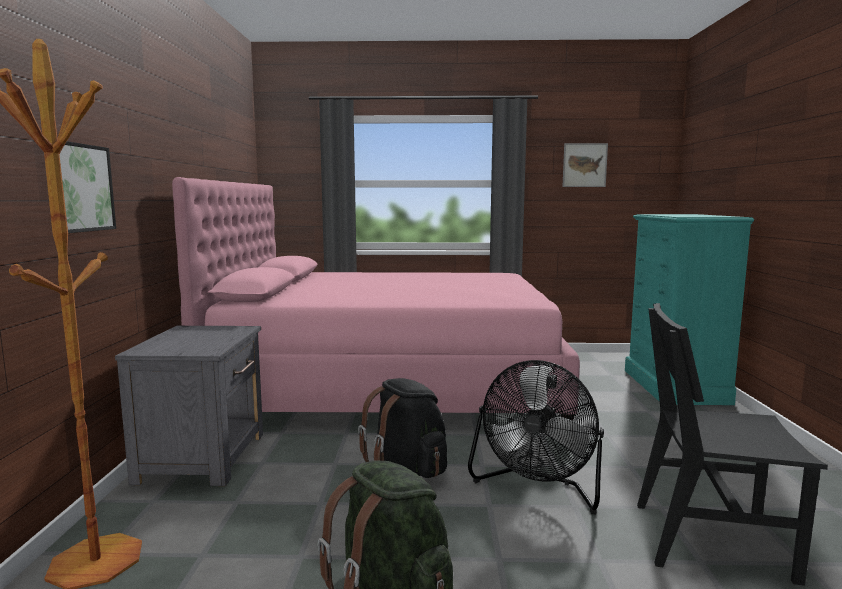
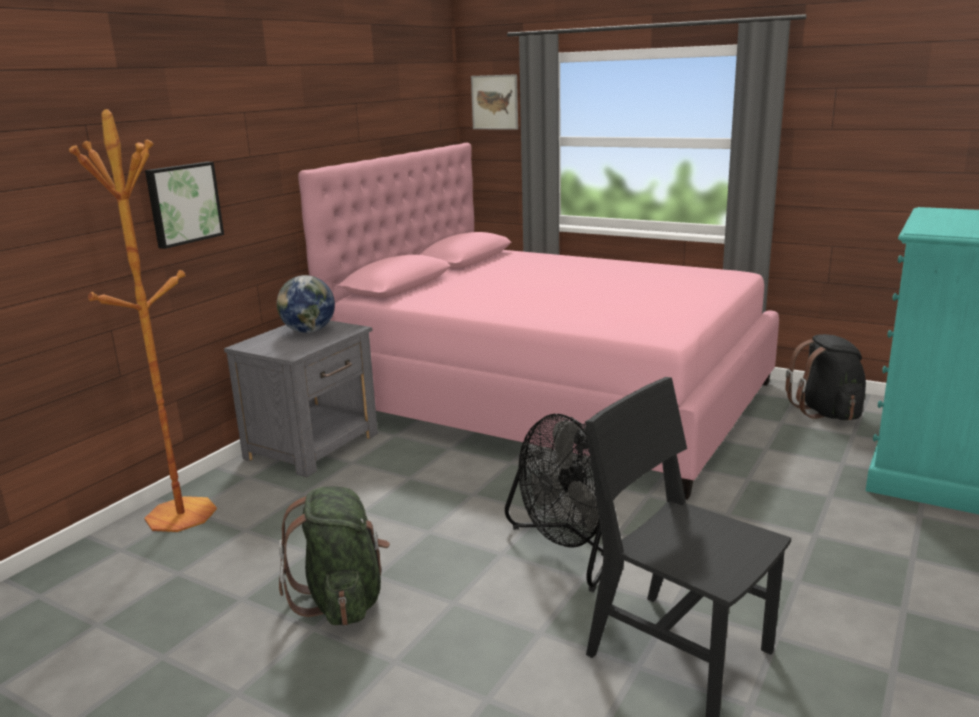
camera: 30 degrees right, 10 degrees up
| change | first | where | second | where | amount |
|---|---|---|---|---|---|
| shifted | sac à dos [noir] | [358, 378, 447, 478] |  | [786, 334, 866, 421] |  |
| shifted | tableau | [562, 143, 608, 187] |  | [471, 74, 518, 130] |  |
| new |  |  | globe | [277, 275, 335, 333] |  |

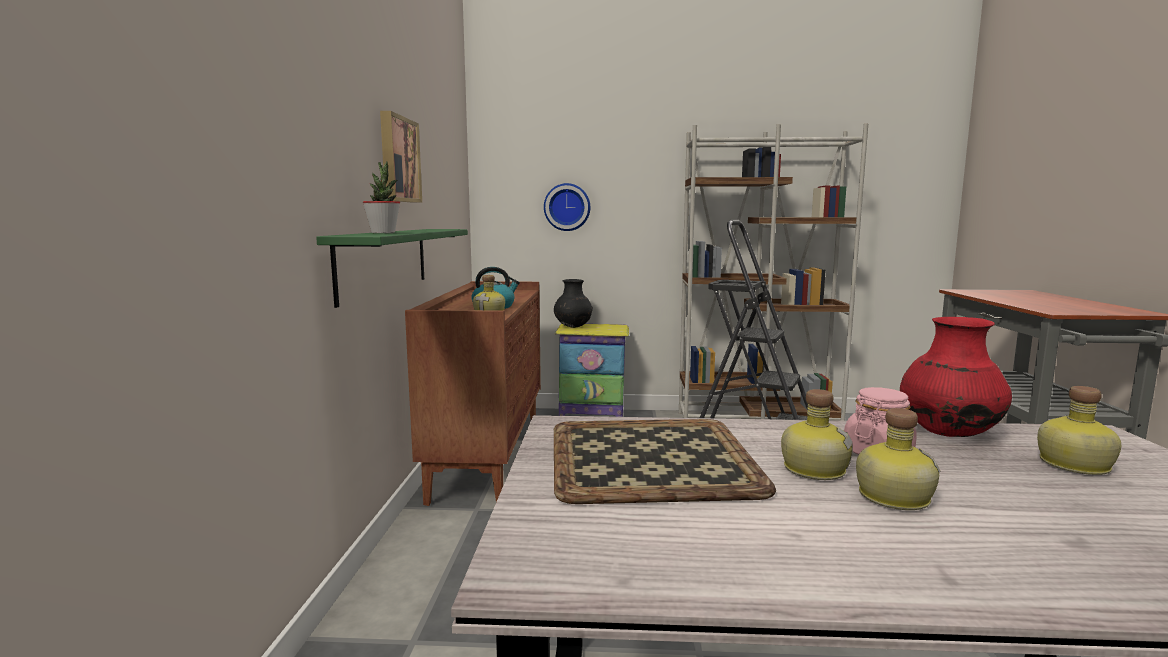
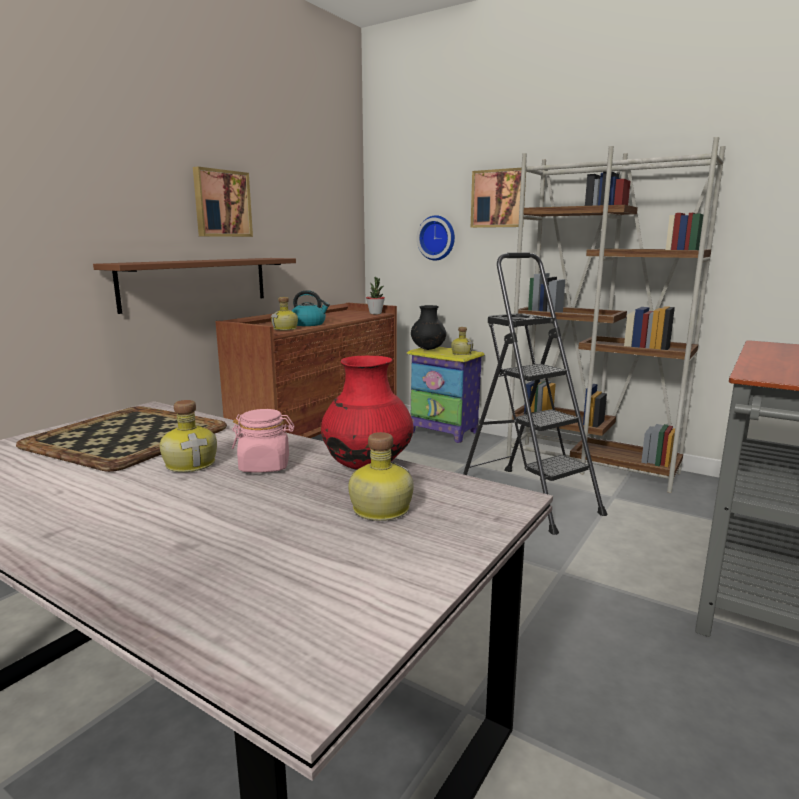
camera: 30 degrees right, 5 degrees up
| change | first | where | second | where | amount |
|---|---|---|---|---|---|
| repainted | étagère [vert] | [316, 229, 468, 308] | étagère [marron] | [93, 258, 296, 314] |  |
| shifted | plante en pot | [363, 161, 400, 233] |  | [366, 277, 385, 314] |  |
| shifted | bouteille | [856, 408, 941, 510] |  | [451, 327, 473, 355] |  |
| new |  |  | tableau | [471, 168, 526, 228] |  |

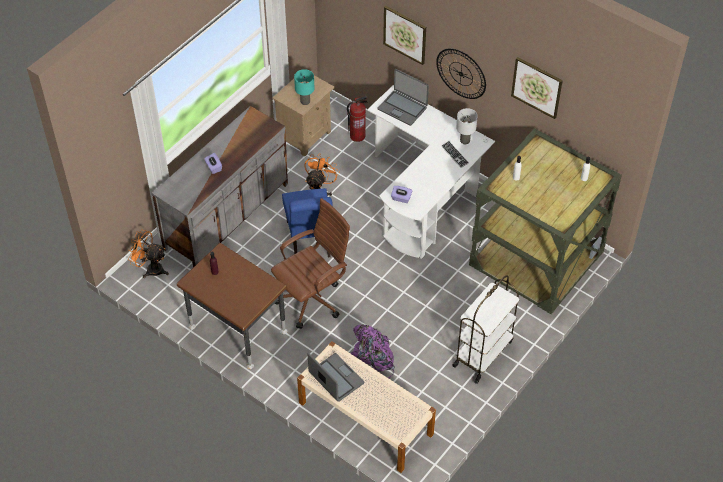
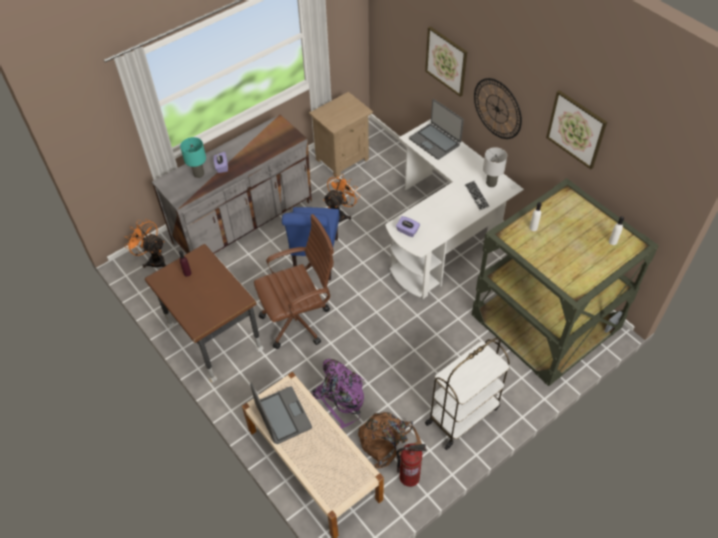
camera: 15 degrees right, 0 degrees up
| change | first | where | second | where | amount |
|---|---|---|---|---|---|
| shifted | lampe de table [turquoise] | [294, 69, 315, 105] |  | [180, 137, 206, 178] |  |
| shifted | extincteur | [347, 96, 368, 142] |  | [396, 444, 427, 487] |  |
| new |  |  | sac à dos [marron] | [358, 412, 422, 468] |  |

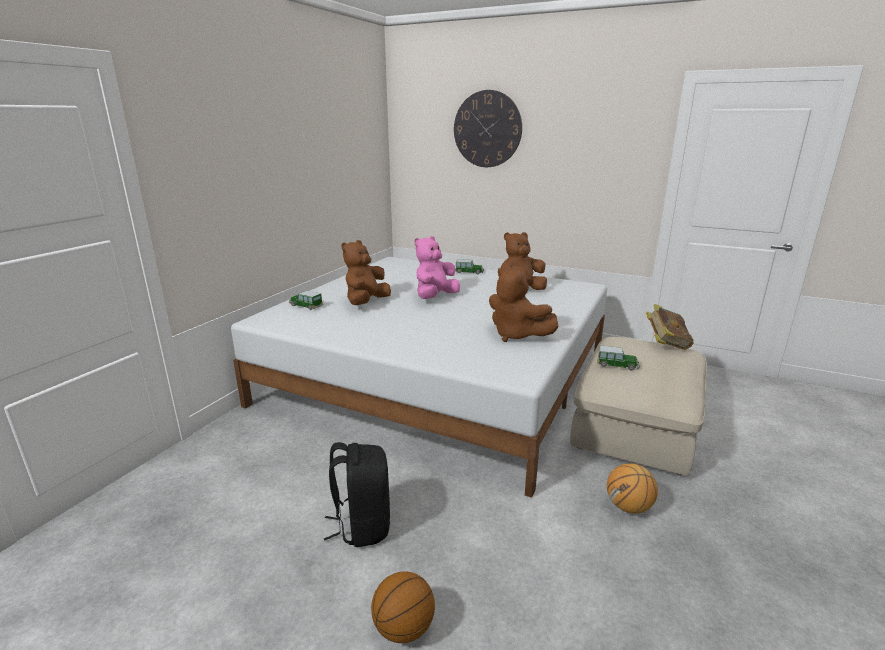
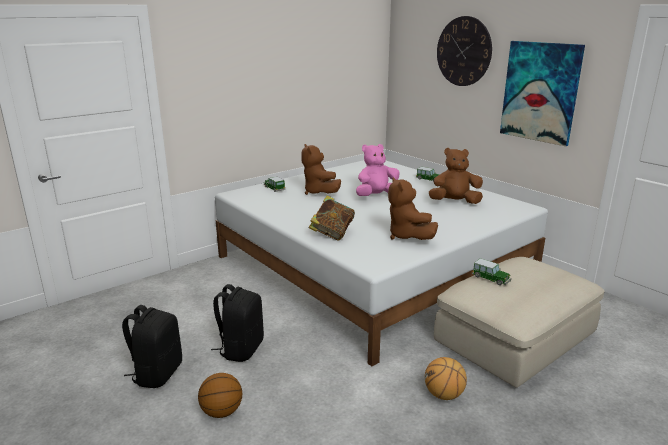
camera: 25 degrees right, 0 degrees up
| change | first | where | second | where | amount |
|---|---|---|---|---|---|
| rotated | peluche [marron] | [342, 240, 391, 305] |  | [301, 144, 341, 195] | 75 degrees counterclockwise |
| shifted | livre | [646, 304, 694, 350] |  | [309, 195, 355, 241] |  |
| new |  |  | sac à dos [noir] | [122, 305, 182, 388] |  |
| new |  |  | tableau | [500, 41, 585, 146] |  |

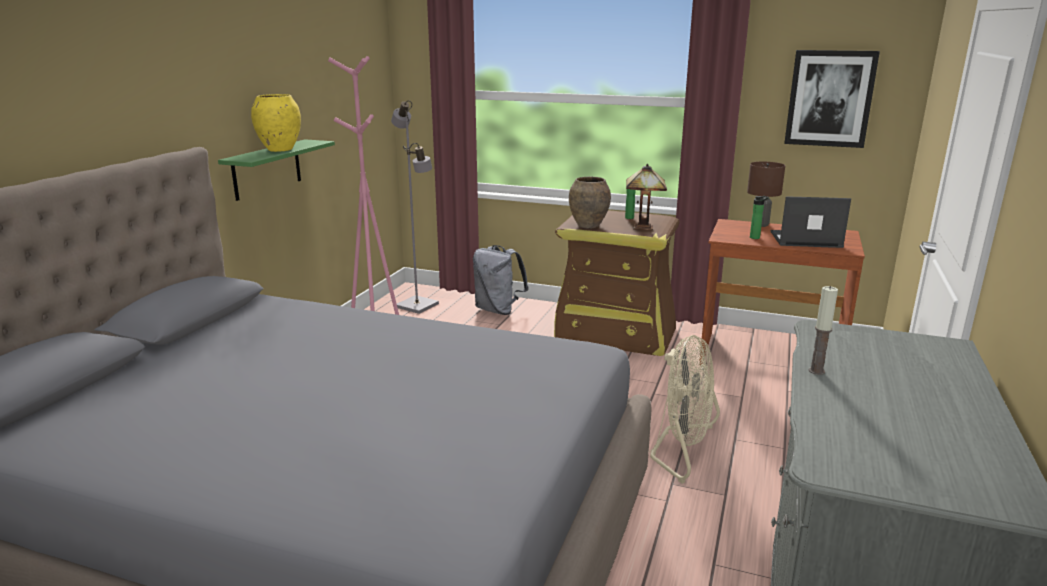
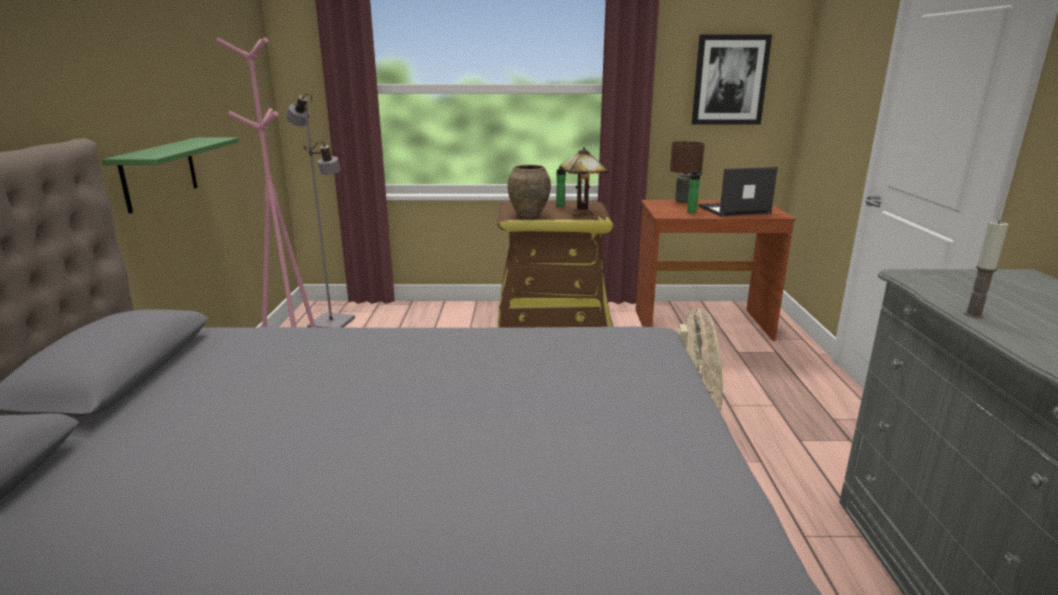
camera: 20 degrees left, 0 degrees up
| change | first | where | second | where | amount |
|---|---|---|---|---|---|
| gone | vase [jaune] | [251, 94, 301, 152] |  |  |  |
| gone | sac à dos [gris] | [473, 245, 529, 315] |  |  |  |

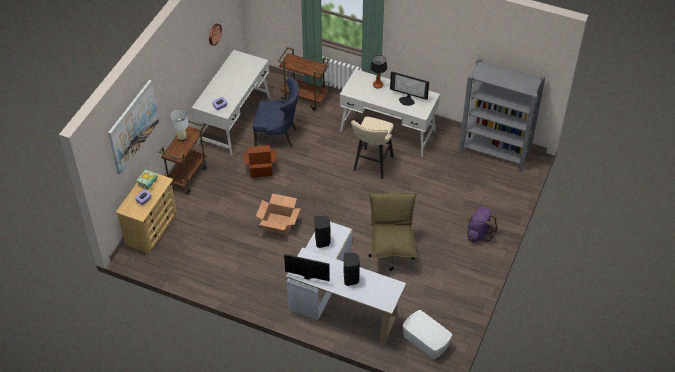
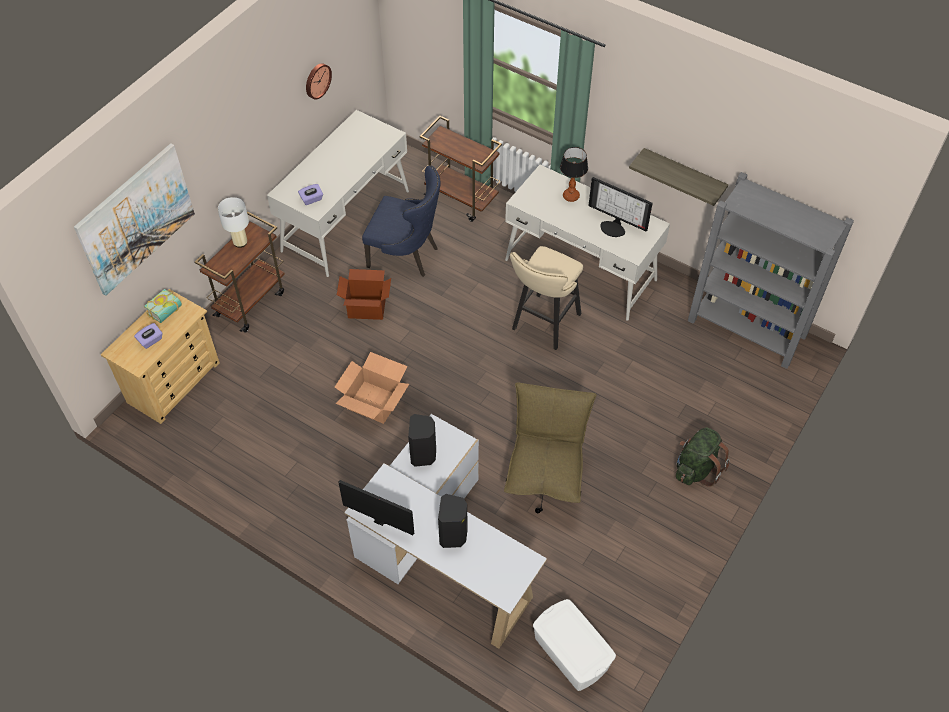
camera: 10 degrees right, 5 degrees up
| change | first | where | second | where | amount |
|---|---|---|---|---|---|
| repainted | sac à dos [violet] | [467, 207, 497, 243] | sac à dos [vert] | [676, 427, 730, 487] |  |
| new |  |  | étagère | [629, 148, 728, 206] |  |

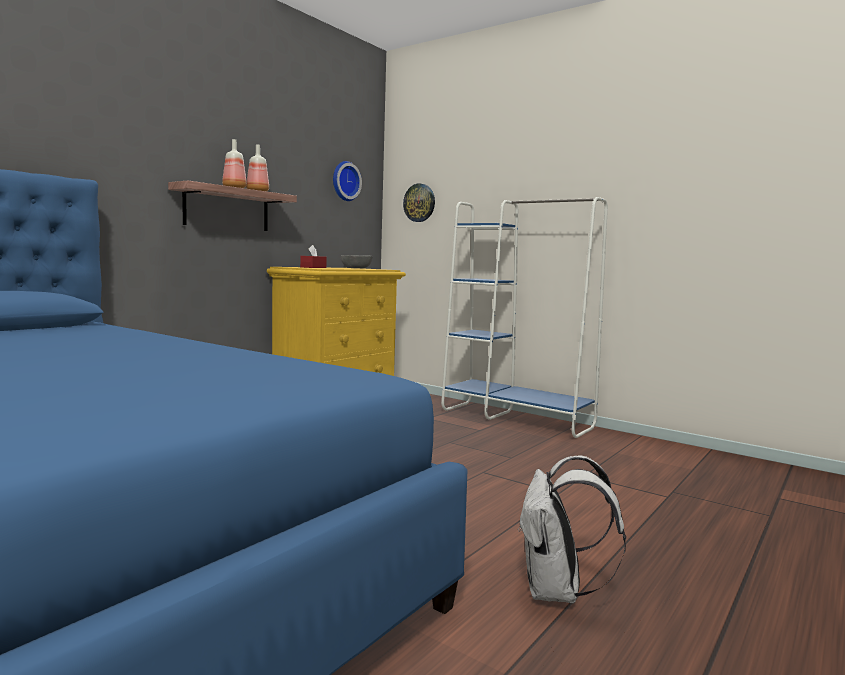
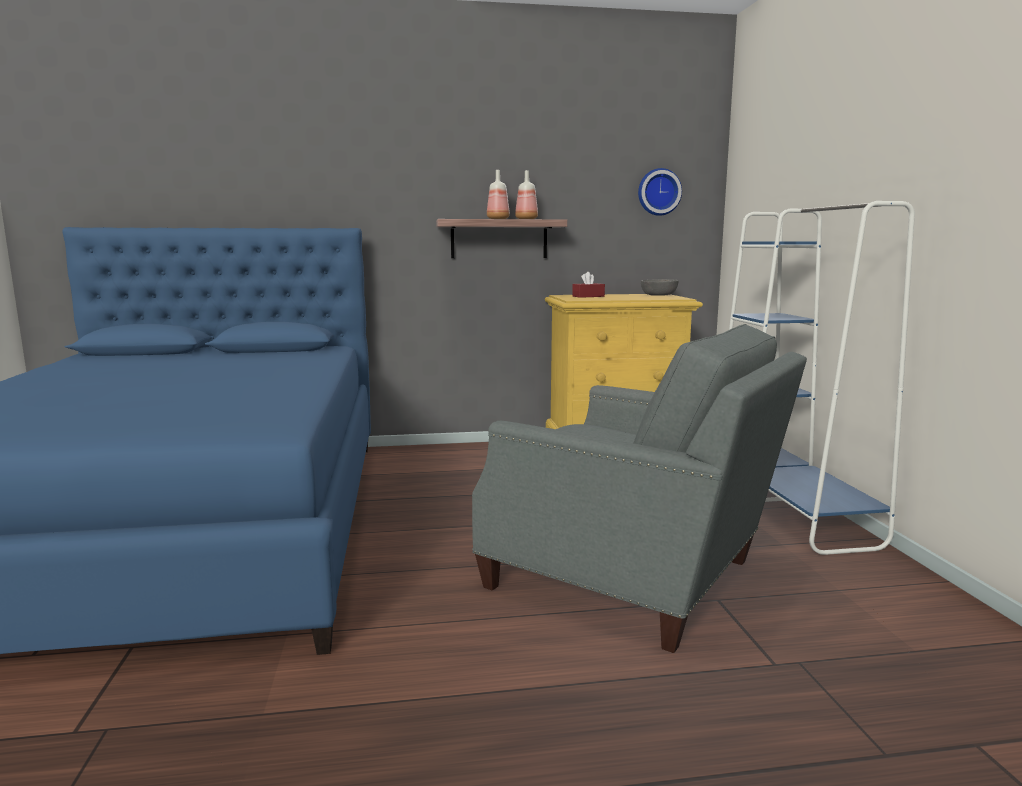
camera: 45 degrees right, 5 degrees up
| change | first | where | second | where | amount |
|---|---|---|---|---|---|
| gone | horloge murale | [403, 183, 435, 222] |  |  |  |
| gone | sac à dos [blanc] | [518, 456, 626, 603] |  |  |  |
| new |  |  | fauteuil [gris] | [472, 324, 807, 653] |  |

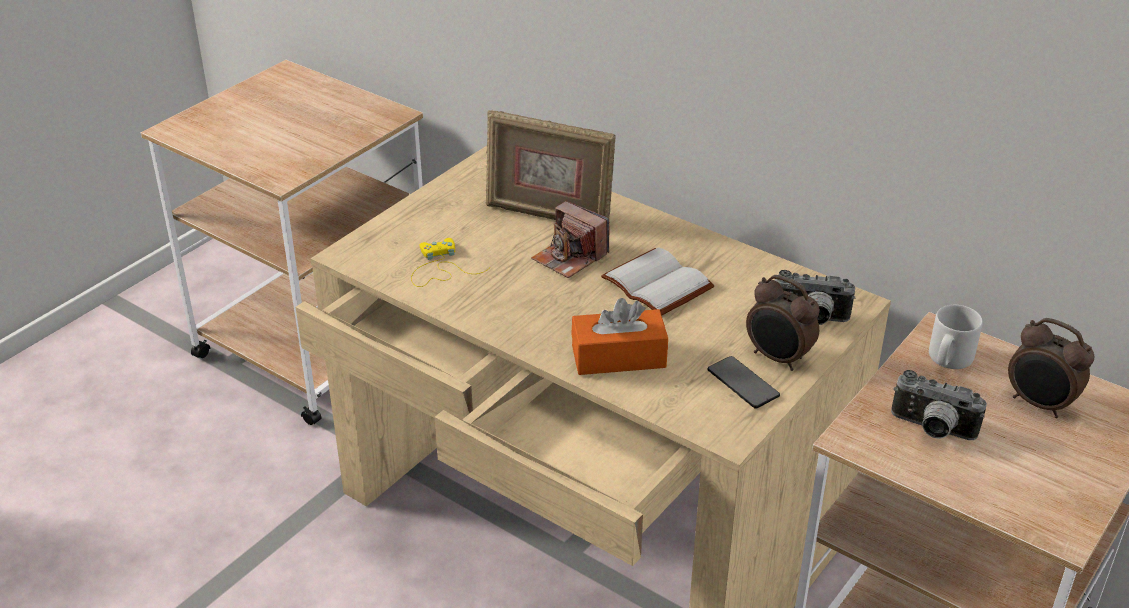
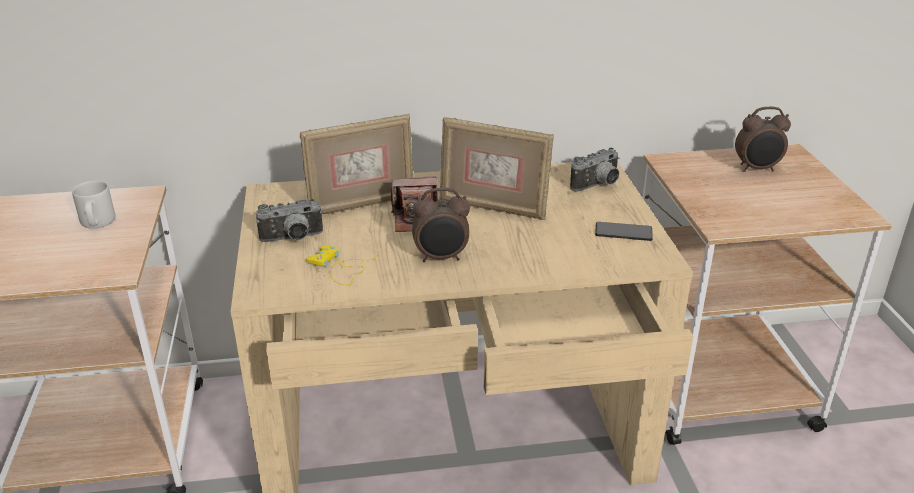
camera: 45 degrees left, 5 degrees down
| change | first | where | second | where | amount |
|---|---|---|---|---|---|
| gone | boîte à mouchoirs [orange] | [571, 298, 668, 375] |  |  |  |
| swapped | livre [blanc] | [601, 247, 715, 316] | cadre photo | [440, 117, 554, 220] |  |
| shifted | réveil | [746, 275, 820, 371] |  | [412, 188, 470, 262] |  |
| shifted | appareil photo | [891, 370, 987, 440] |  | [256, 199, 323, 242] |  |
| shifted | mug [gris] | [929, 305, 983, 369] |  | [72, 181, 115, 228] |  |

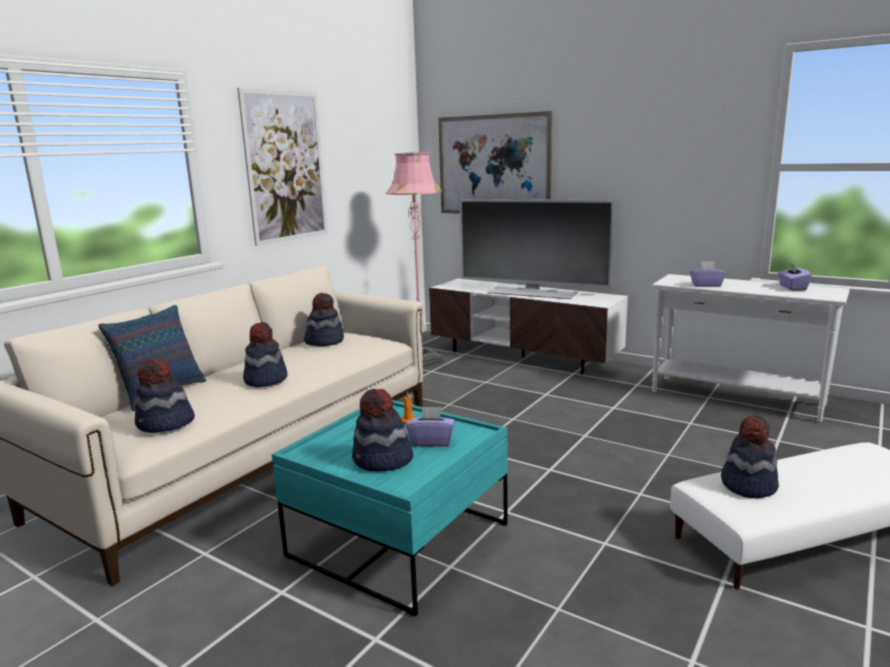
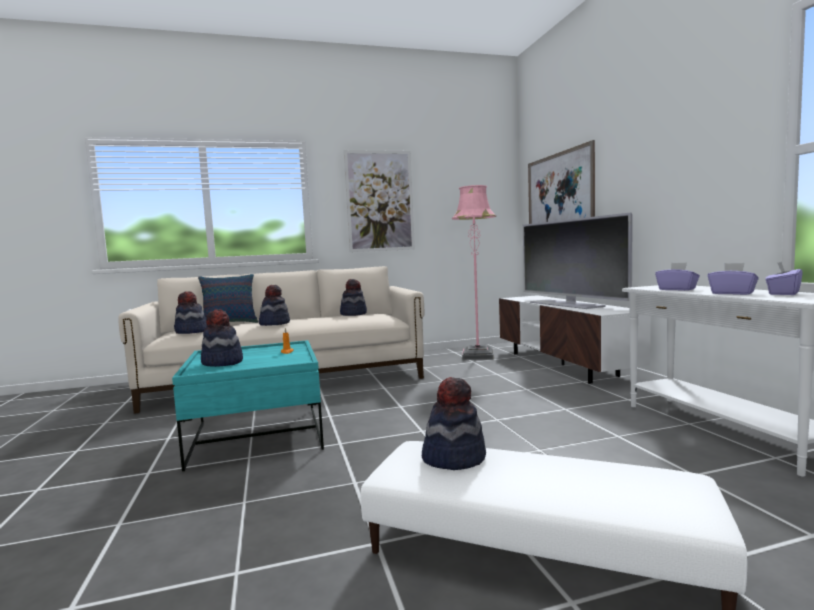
camera: 40 degrees right, 10 degrees down
| change | first | where | second | where | amount |
|---|---|---|---|---|---|
| shifted | boîte à mouchoirs [violet] | [406, 407, 455, 447] |  | [708, 263, 759, 295] |  |

